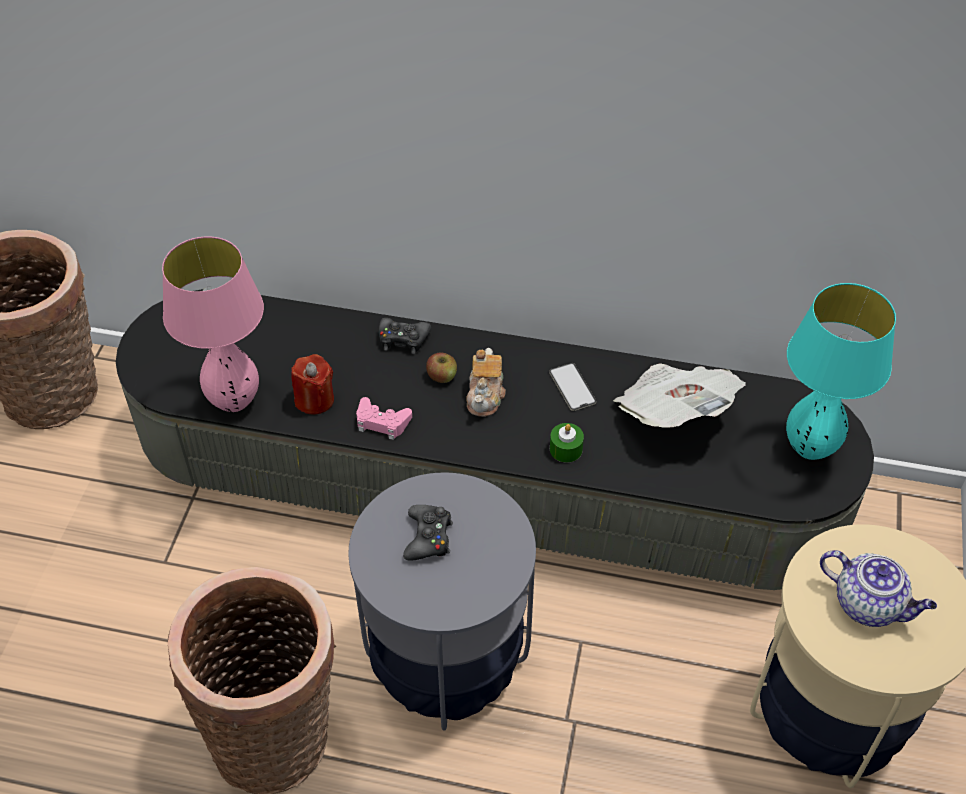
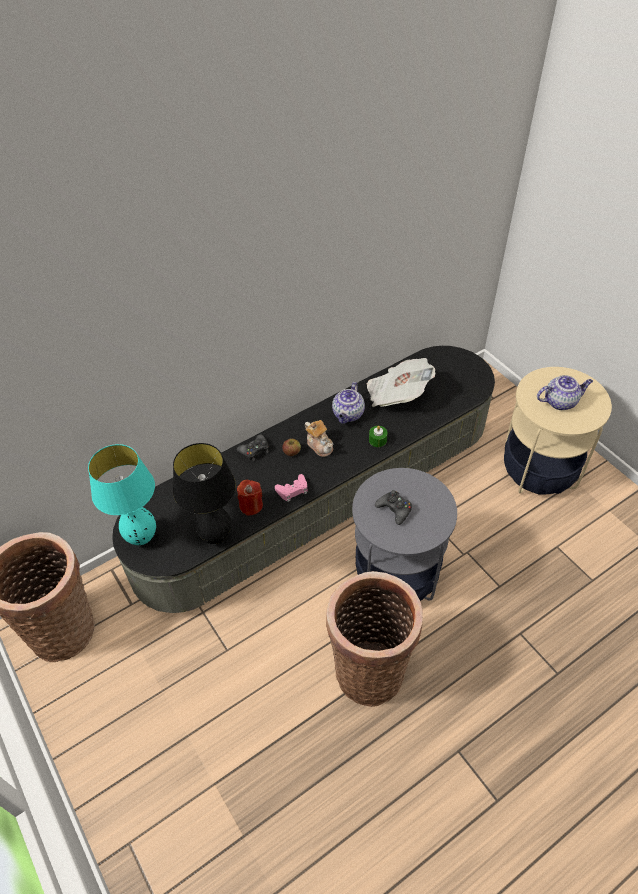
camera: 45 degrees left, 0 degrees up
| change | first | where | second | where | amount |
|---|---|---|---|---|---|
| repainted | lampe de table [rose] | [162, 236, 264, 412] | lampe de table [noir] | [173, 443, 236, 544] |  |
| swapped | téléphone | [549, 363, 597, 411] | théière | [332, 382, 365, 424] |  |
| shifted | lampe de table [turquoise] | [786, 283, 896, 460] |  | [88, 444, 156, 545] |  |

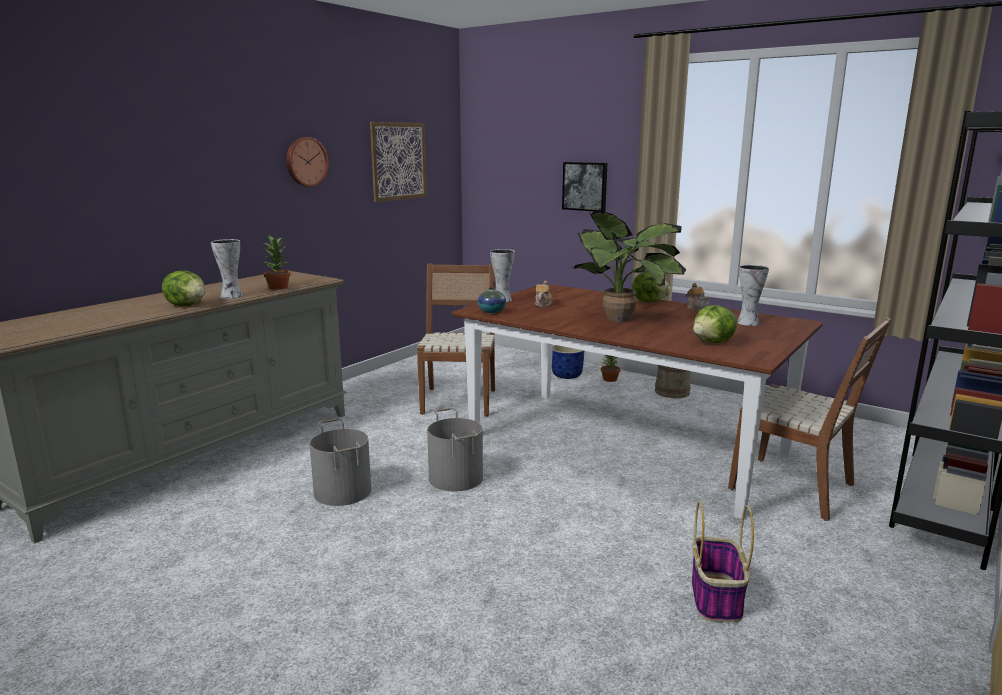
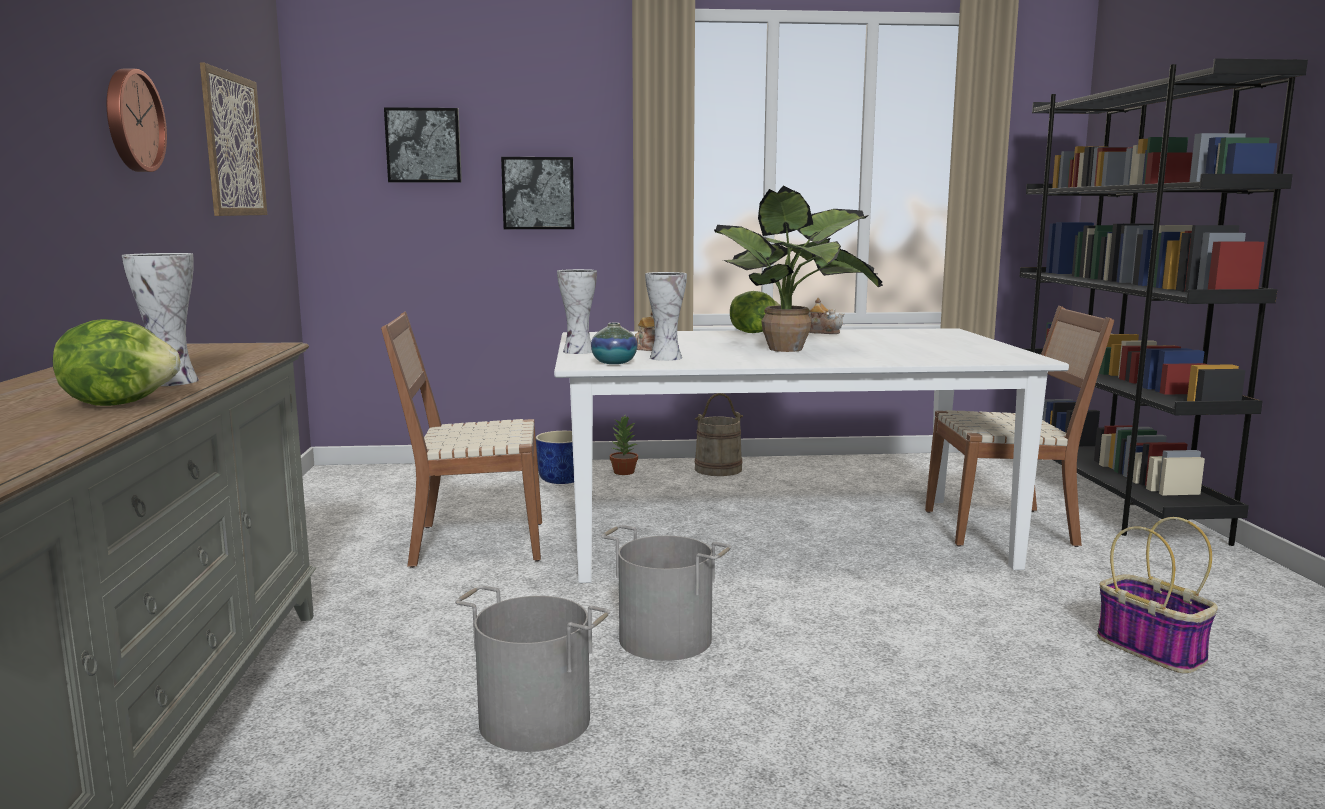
camera: 40 degrees left, 5 degrees down
| change | first | where | second | where | amount |
|---|---|---|---|---|---|
| gone | plante en pot | [264, 236, 290, 290] |  |  |  |
| rotated | chaise | [417, 264, 495, 416] |  | [381, 311, 542, 568] | 60 degrees counterclockwise |
| repainted | table à manger [marron] | [452, 284, 823, 519] | table à manger [blanc] | [554, 328, 1069, 583] |  |
| gone | laitue | [693, 305, 738, 343] |  |  |  |
| shifted | vase | [737, 265, 769, 326] |  | [645, 272, 687, 361] |  |
| new |  |  | tableau | [384, 107, 462, 183] |  |

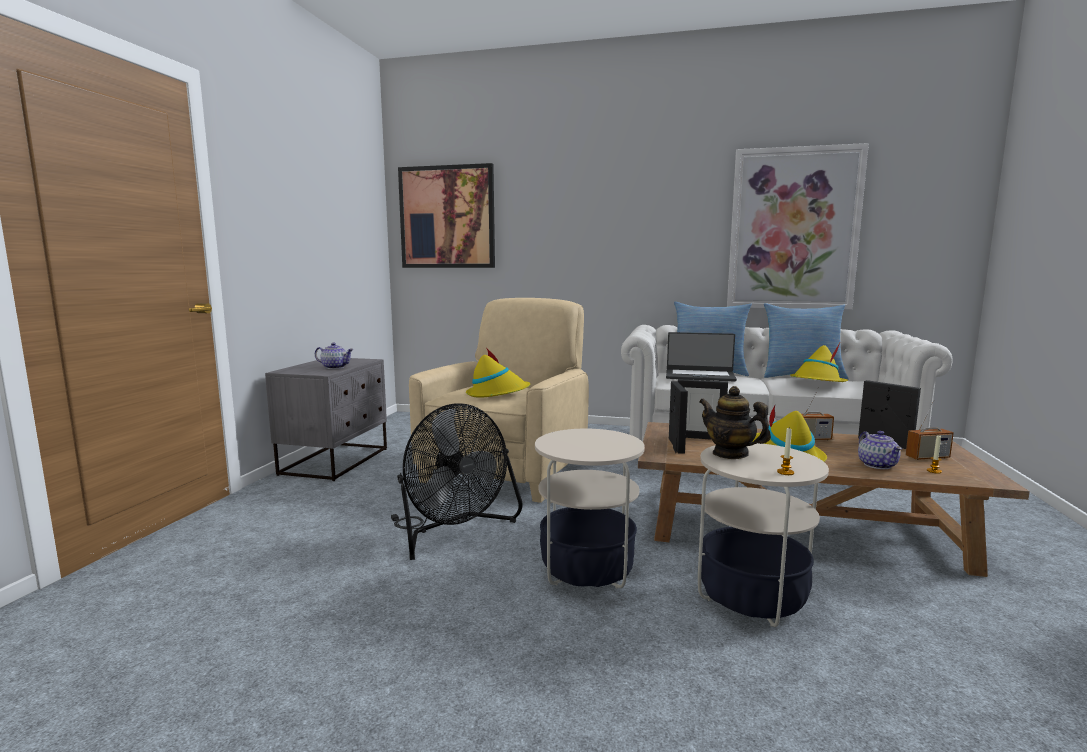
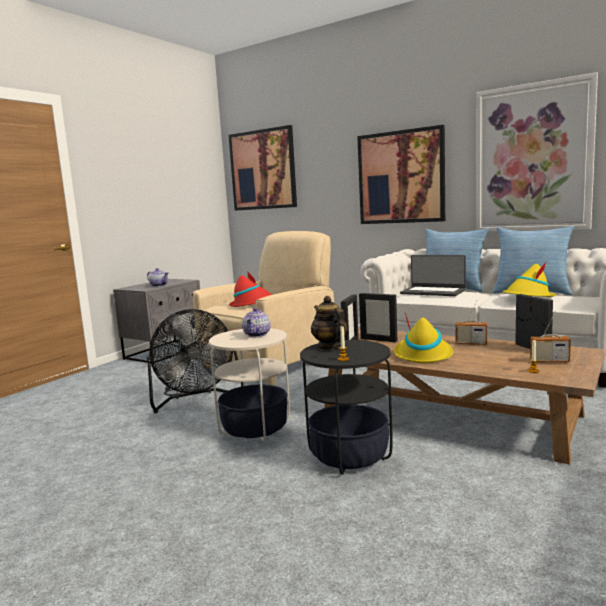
camera: 20 degrees right, 0 degrees up
| change | first | where | second | where | amount |
|---|---|---|---|---|---|
| repainted | chapeau [jaune] | [466, 349, 530, 398] | chapeau [rouge] | [229, 271, 271, 307] |  |
| repainted | table d'appoint [beige] | [698, 443, 829, 627] | table d'appoint [noir] | [300, 340, 393, 475] |  |
| shifted | théière | [858, 431, 902, 469] |  | [242, 308, 271, 337] |  |
| new |  |  | tableau | [357, 125, 445, 224] |  |

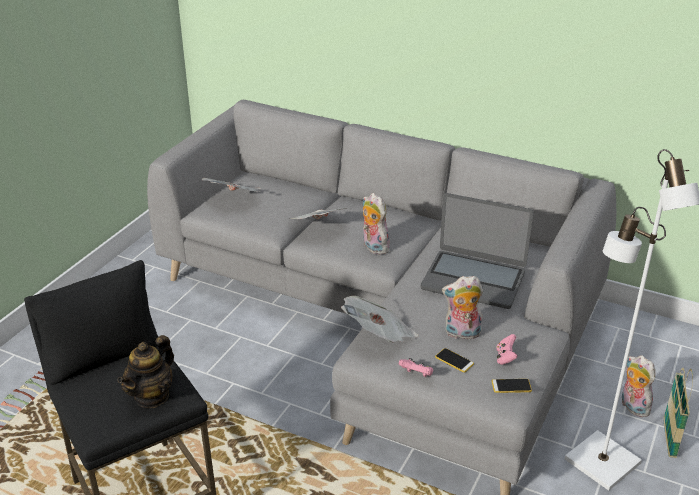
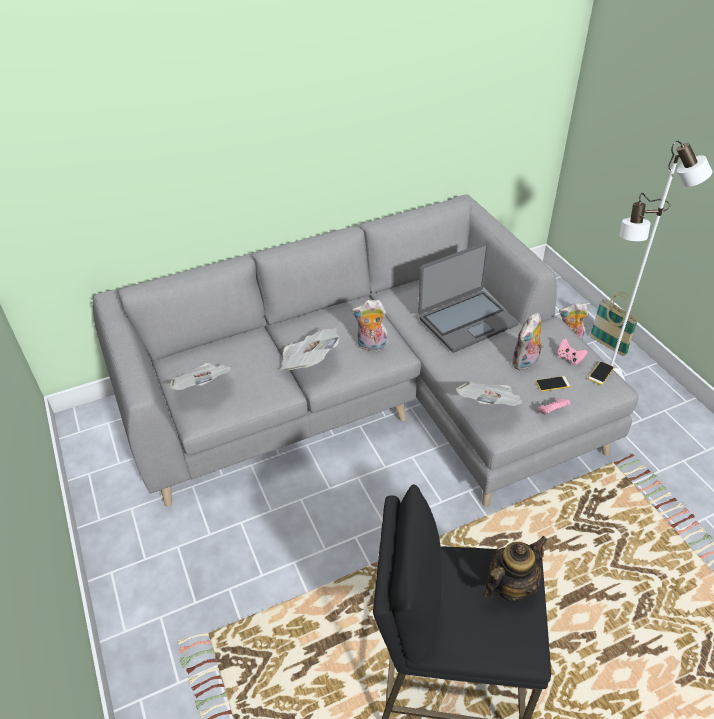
camera: 50 degrees left, 10 degrees up
| change | first | where | second | where | amount |
|---|---|---|---|---|---|
| rotated | théière | [117, 335, 174, 408] |  | [484, 536, 547, 601] | 105 degrees counterclockwise |

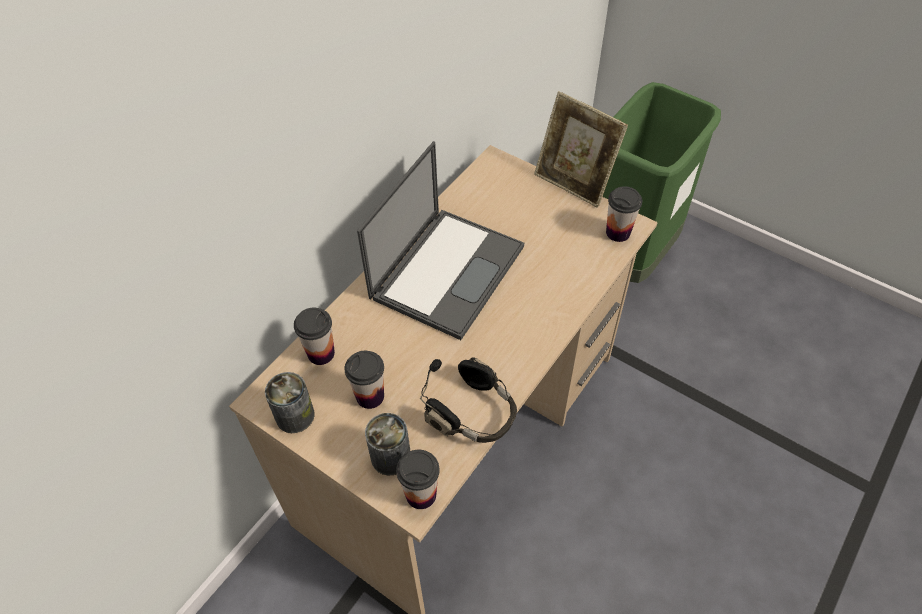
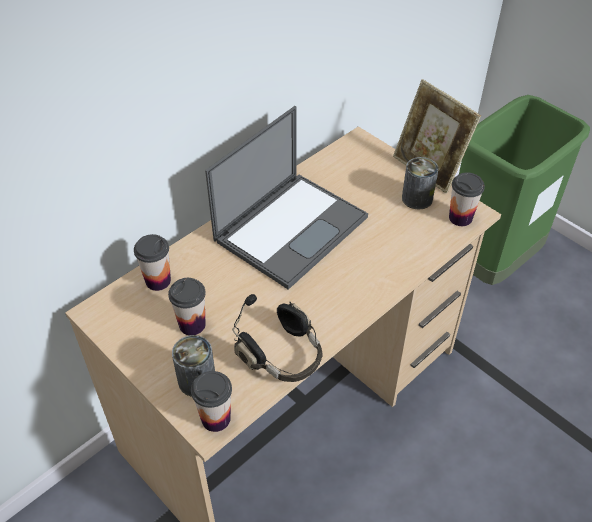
camera: 10 degrees right, 5 degrees down
| change | first | where | second | where | amount |
|---|---|---|---|---|---|
| shifted | boîte métallique | [265, 372, 315, 433] |  | [402, 157, 439, 210] |  |

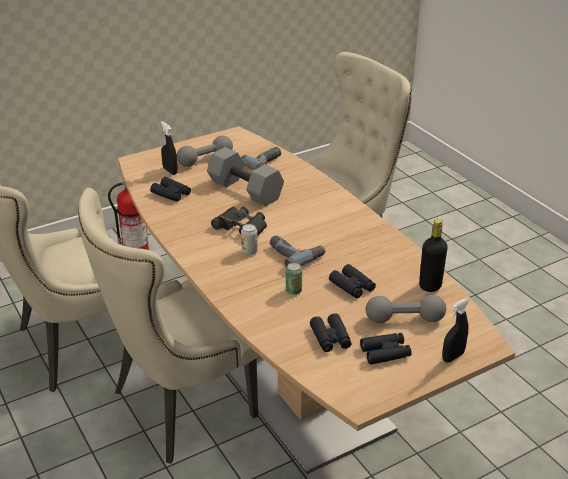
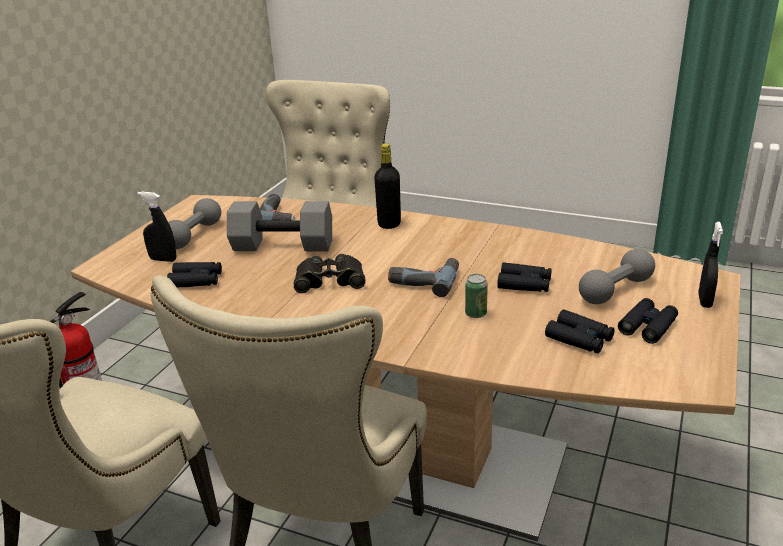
camera: 35 degrees left, 5 degrees down
| change | first | where | second | where | amount |
|---|---|---|---|---|---|
| gone | boîte métallique | [241, 224, 258, 256] |  |  |  |
| shifted | bouteille [noir] | [419, 219, 448, 292] |  | [374, 143, 401, 229] |  |

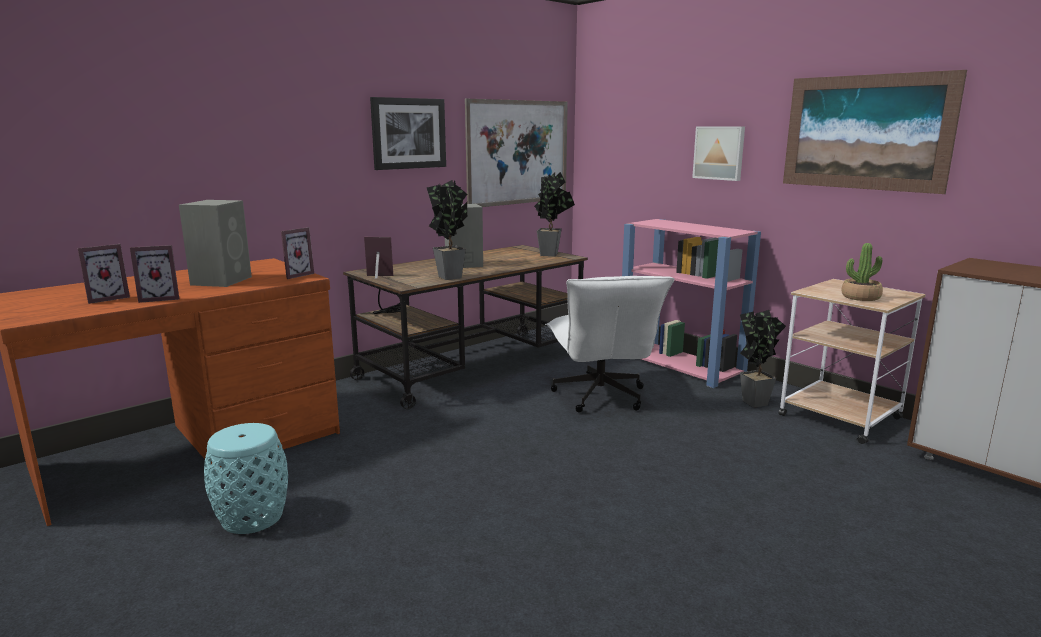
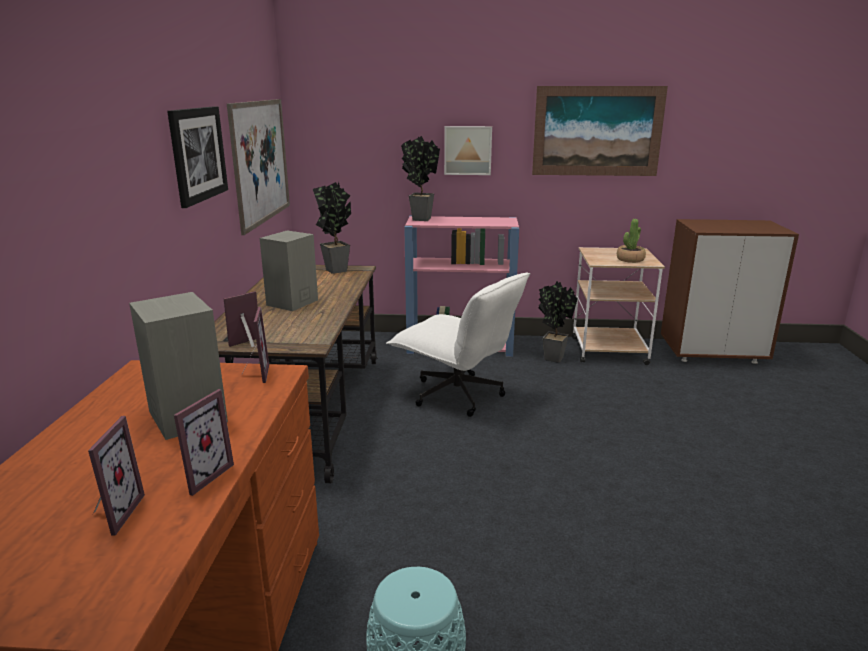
camera: 45 degrees left, 5 degrees up
| change | first | where | second | where | amount |
|---|---|---|---|---|---|
| shifted | plante en pot | [427, 180, 467, 280] |  | [401, 136, 440, 221] |  |

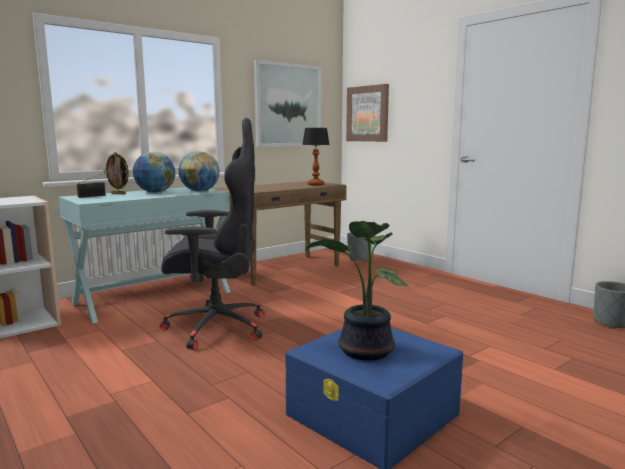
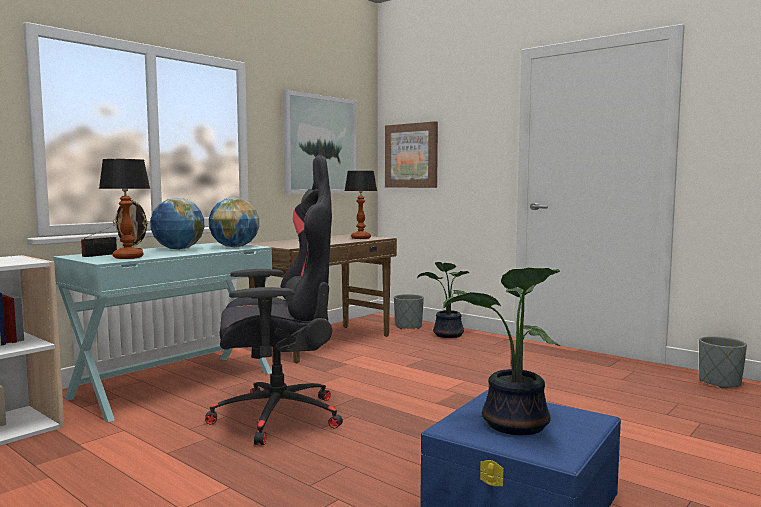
camera: 10 degrees left, 5 degrees down
| change | first | where | second | where | amount |
|---|---|---|---|---|---|
| new |  |  | lampe de table | [99, 159, 150, 259] |  |
| new |  |  | plante en pot | [417, 262, 469, 338] |  |

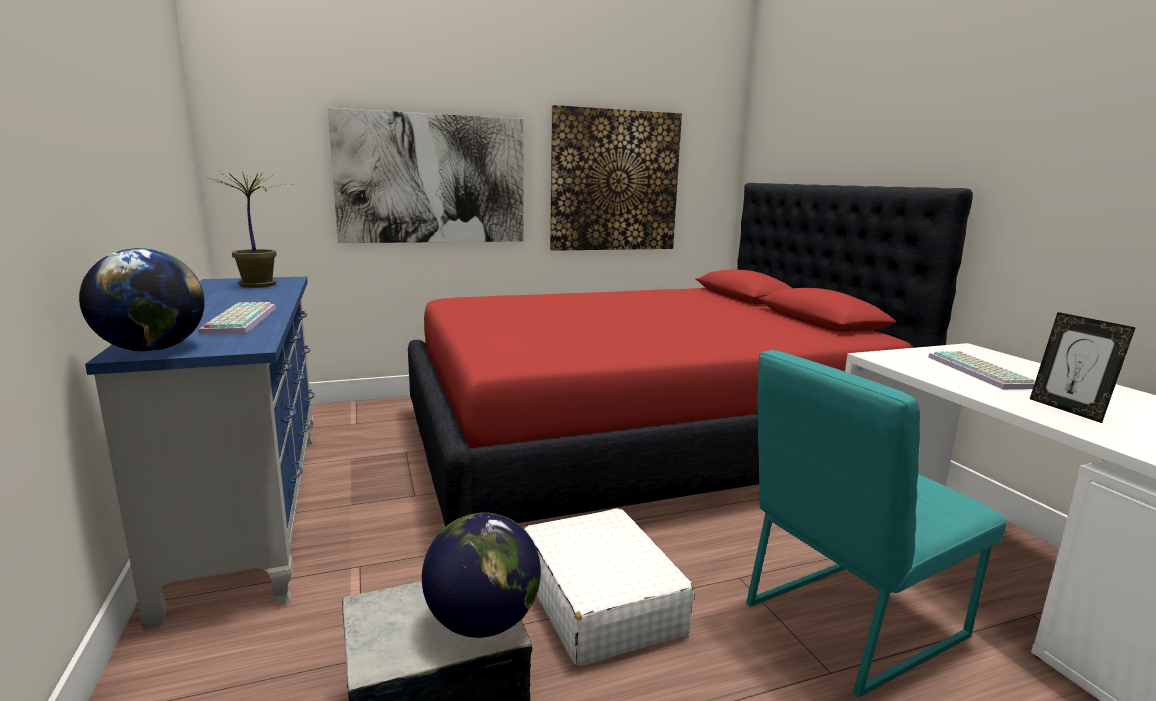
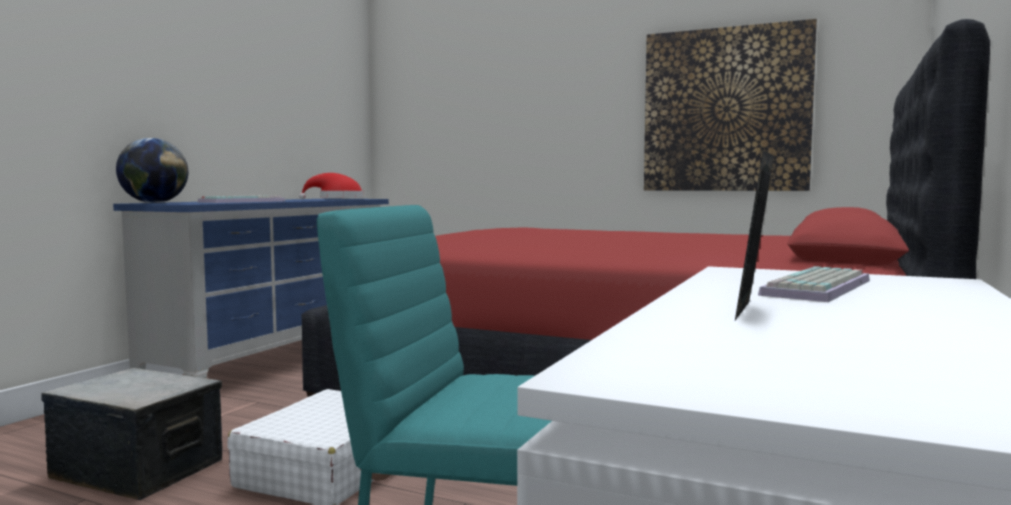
camera: 45 degrees right, 10 degrees down
| change | first | where | second | where | amount |
|---|---|---|---|---|---|
| swapped | plante en pot | [206, 171, 293, 288] | chapeau [rouge] | [299, 173, 363, 199] |  |
| gone | tableau | [328, 108, 524, 243] |  |  |  |
| gone | globe | [422, 513, 541, 638] |  |  |  |

